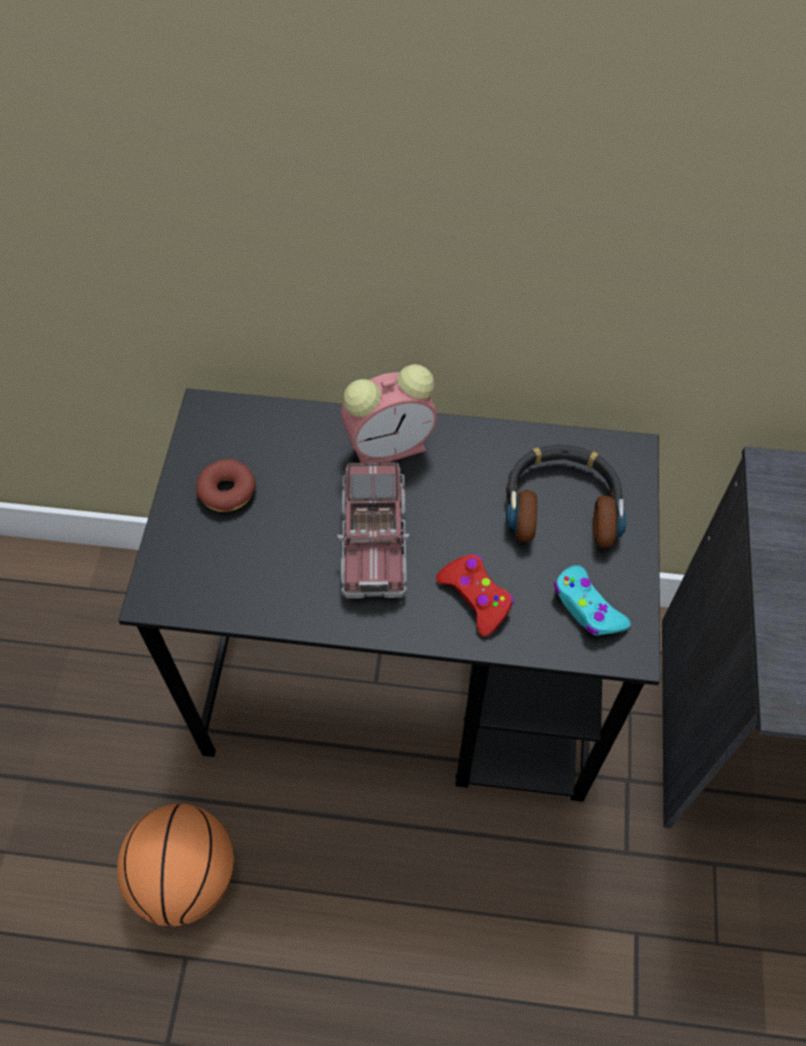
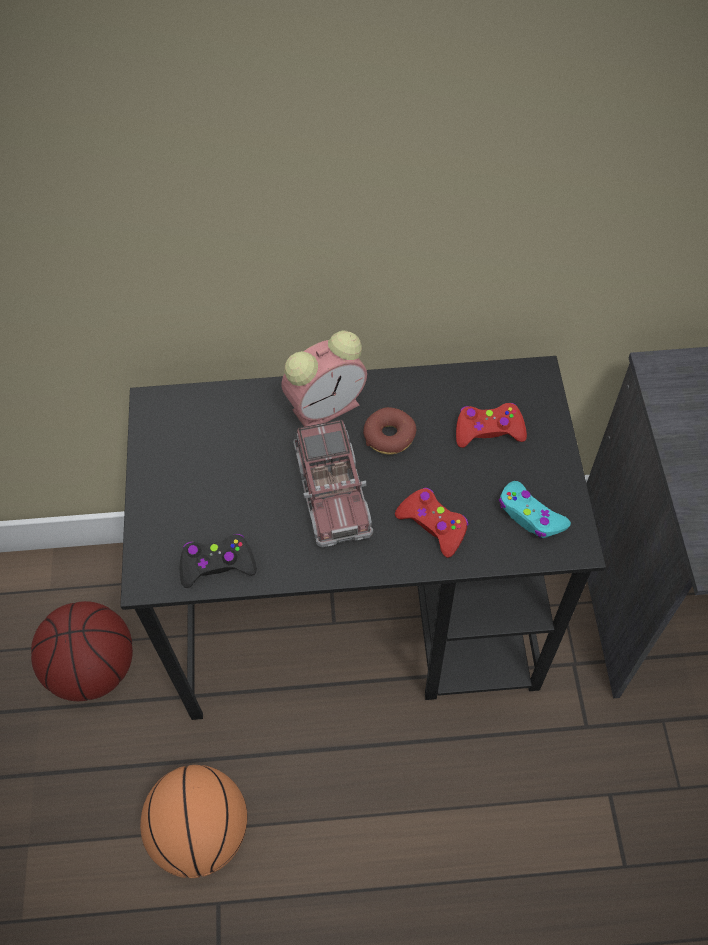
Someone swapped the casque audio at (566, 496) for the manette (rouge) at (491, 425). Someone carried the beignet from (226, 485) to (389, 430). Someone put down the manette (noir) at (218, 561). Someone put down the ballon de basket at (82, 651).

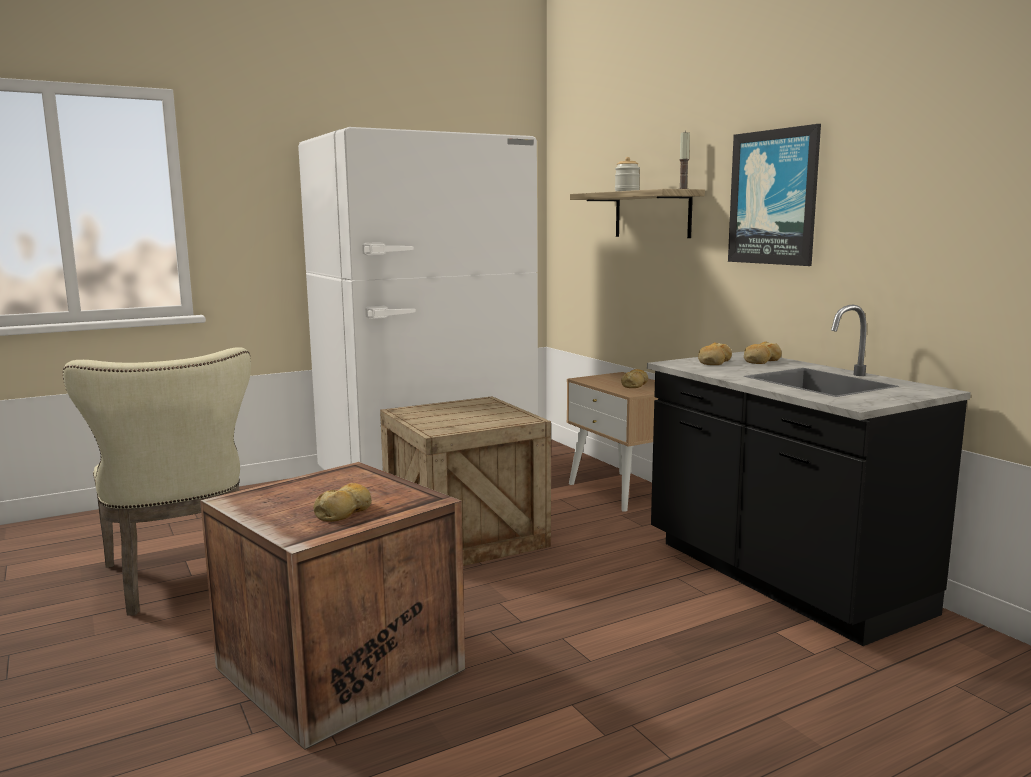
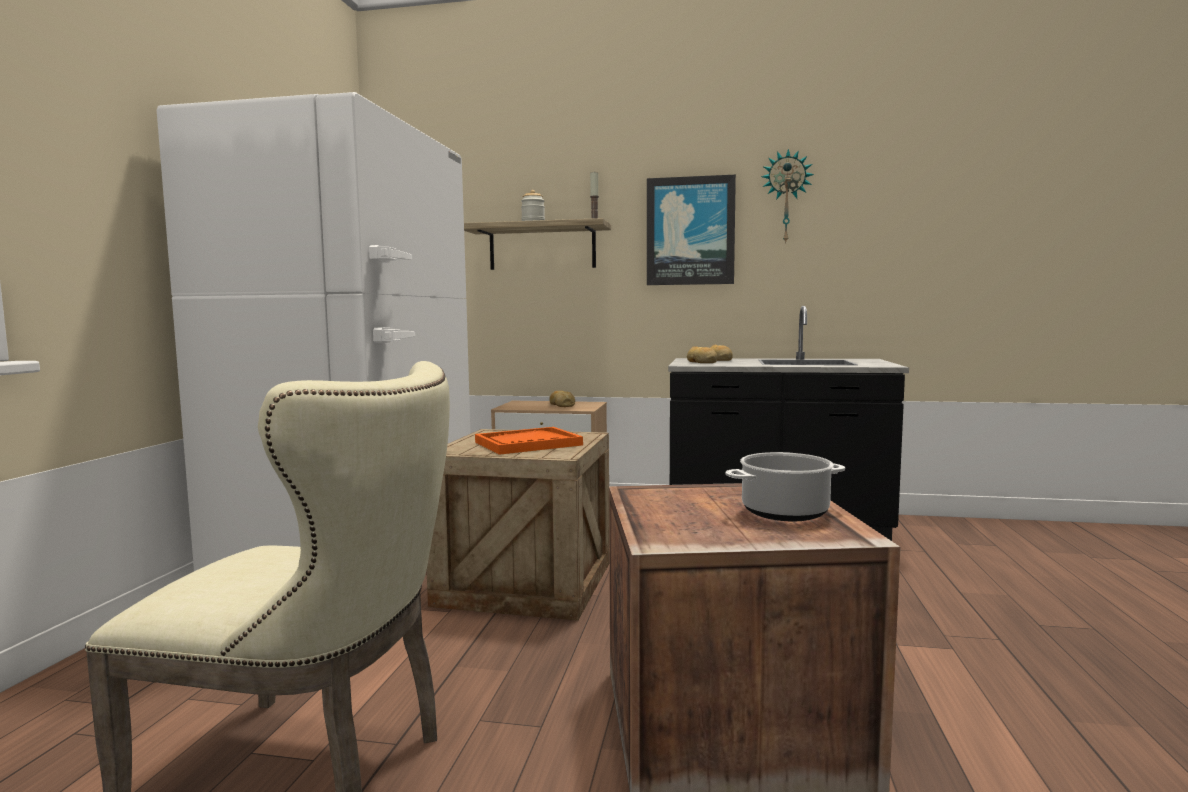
Someone swapped the pain at (343, 502) for the marmite at (785, 486). Someone put up the horloge murale at (787, 196). Someone put down the plateau (orange) at (529, 441).

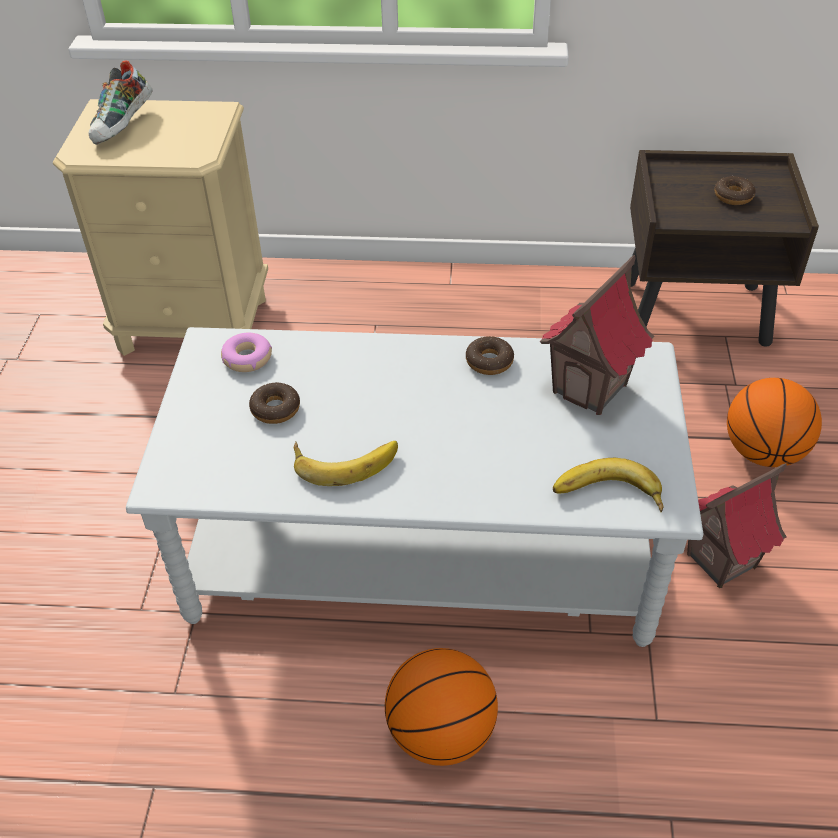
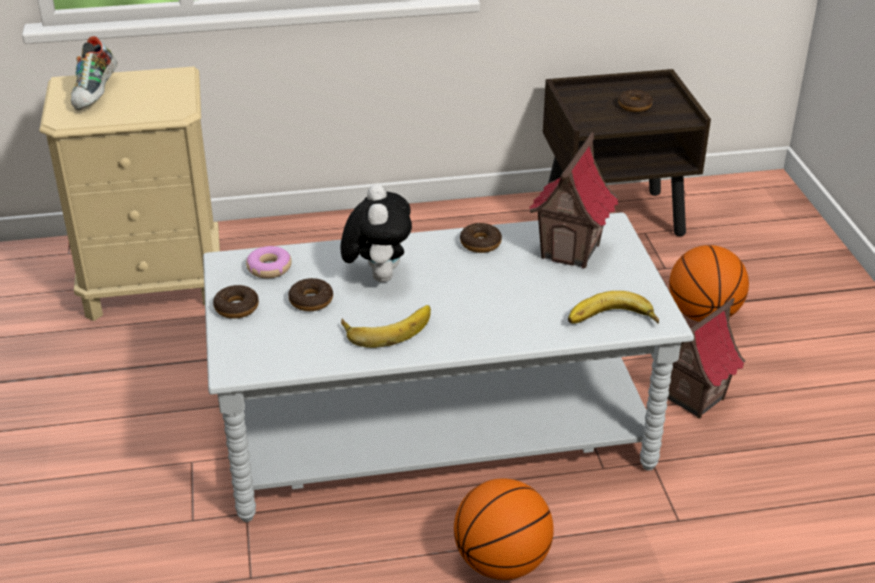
Someone put down the peluche at (376, 233). Someone put down the beignet at (236, 302).

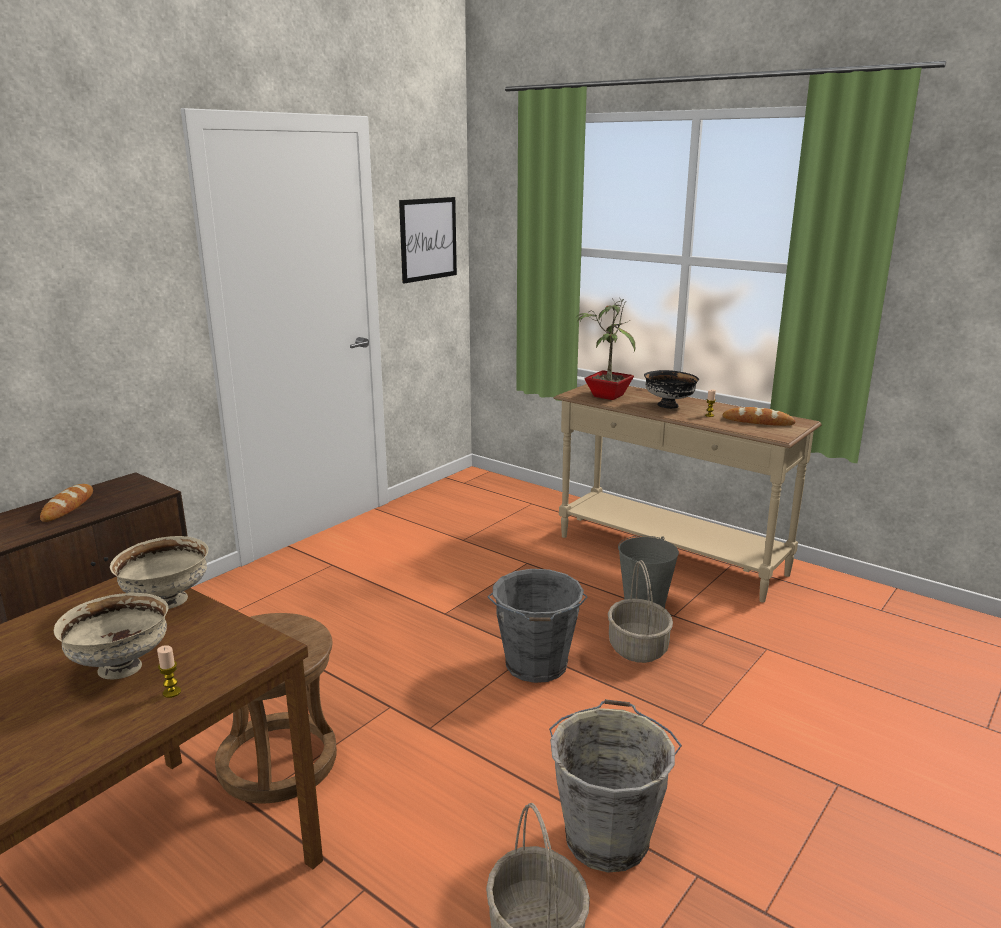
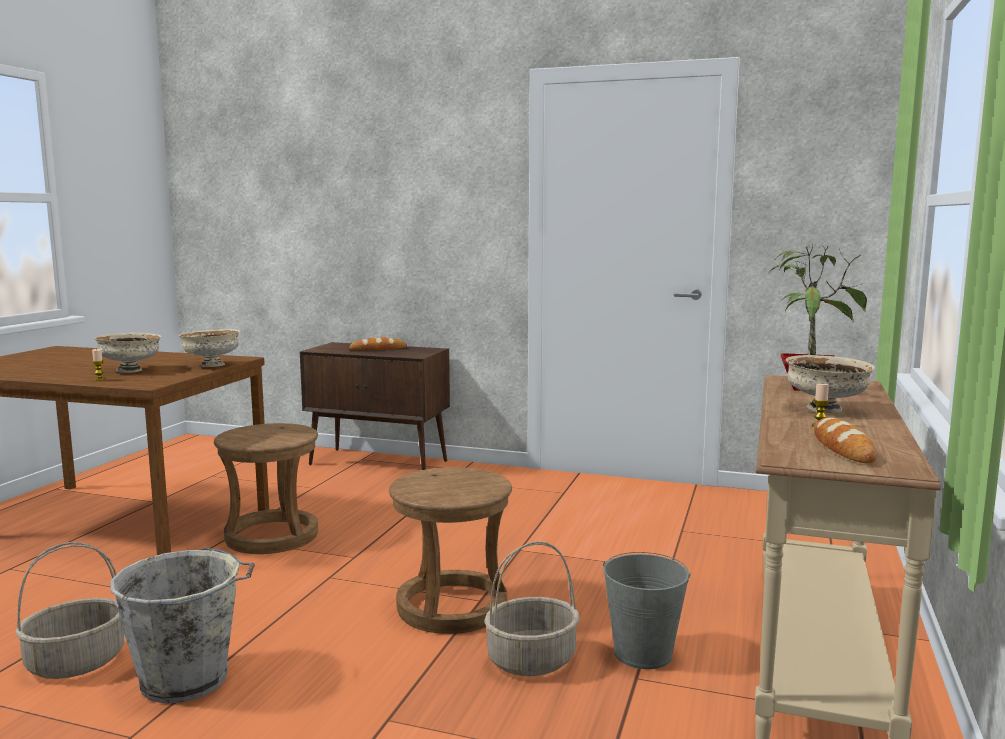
Someone took away the tableau at (428, 240). Someone repainted the bol (noir) at (671, 389), which became the bol (beige) at (830, 384). Someone swapped the seau (gris) at (538, 626) for the tabouret (marron) at (450, 550).

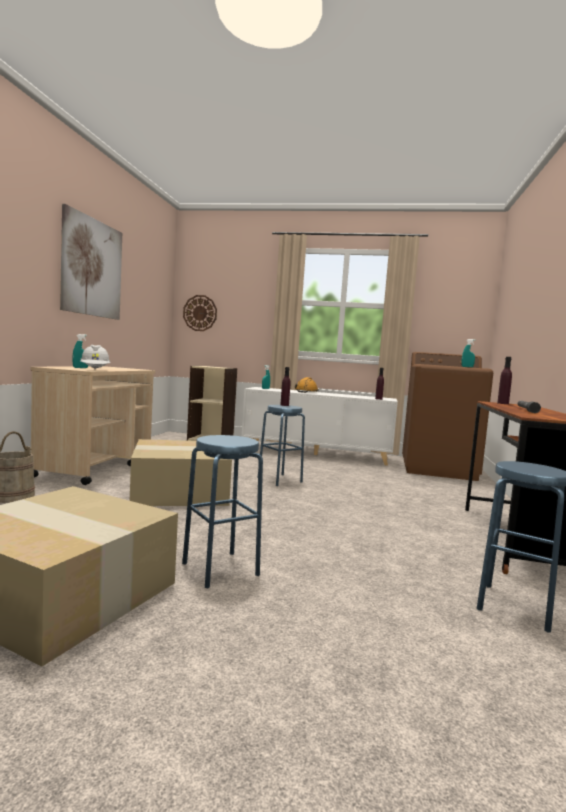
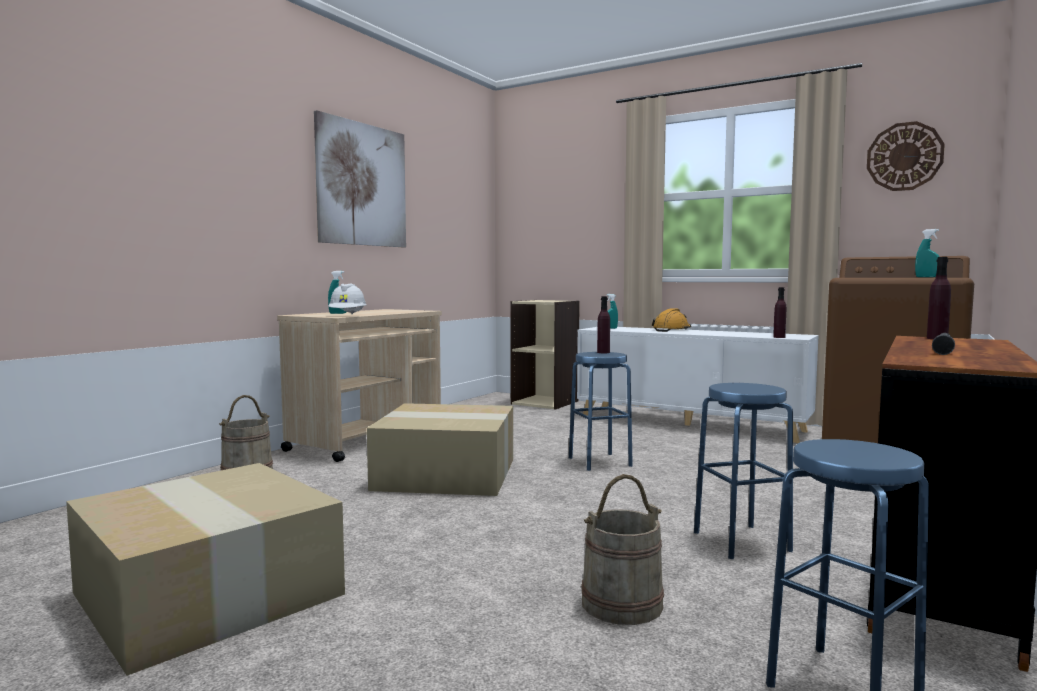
Someone carried the horloge murale from (200, 313) to (906, 156). Someone carried the tabouret (bleu) from (222, 511) to (743, 471). Someone put down the seau (beige) at (622, 549).

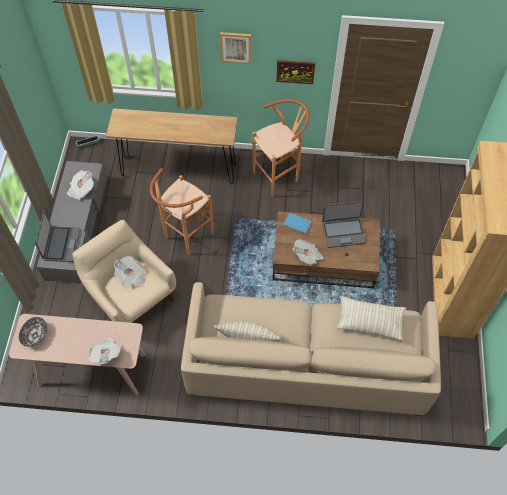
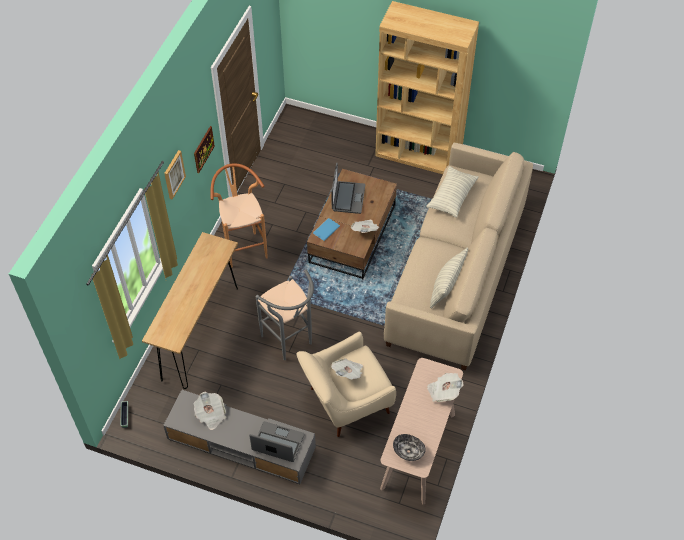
Someone repainted the tabouret (marron) at (182, 211), which became the tabouret (gris) at (285, 315).

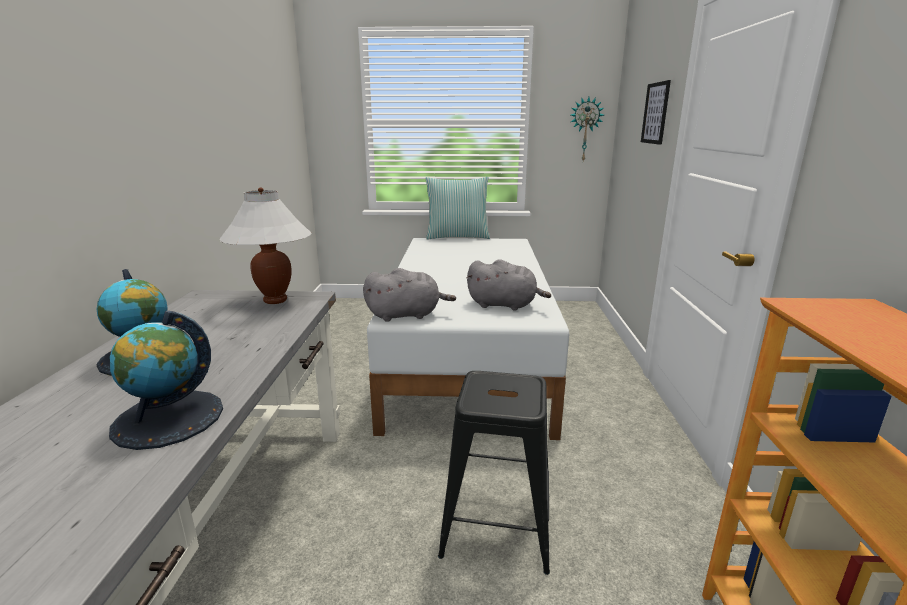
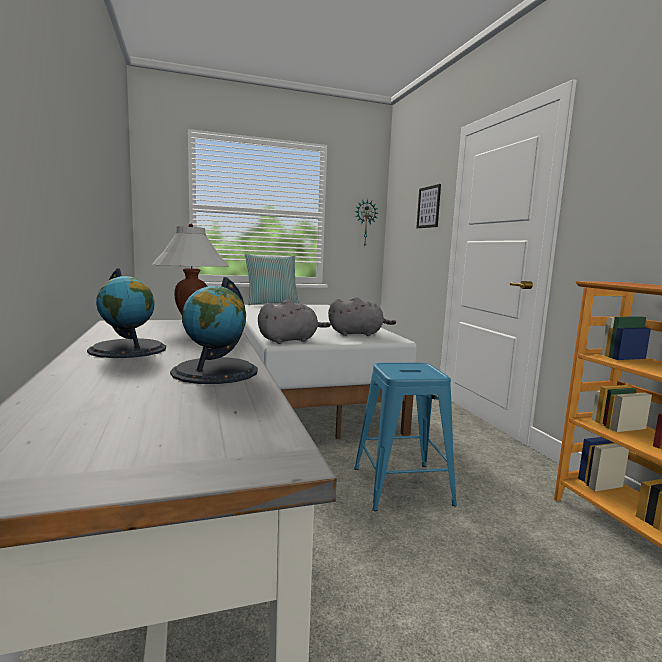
Someone repainted the tabouret (noir) at (494, 473), which became the tabouret (bleu) at (405, 437).

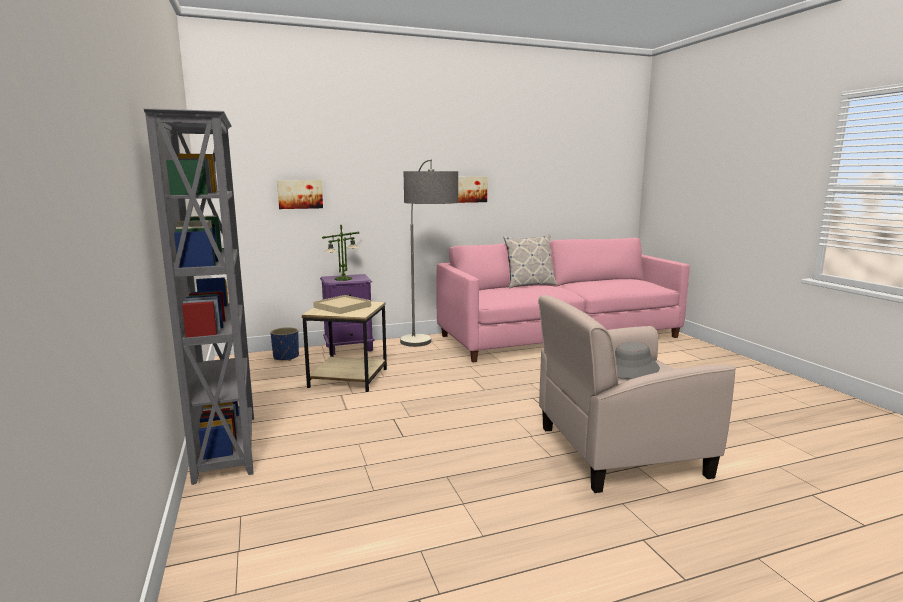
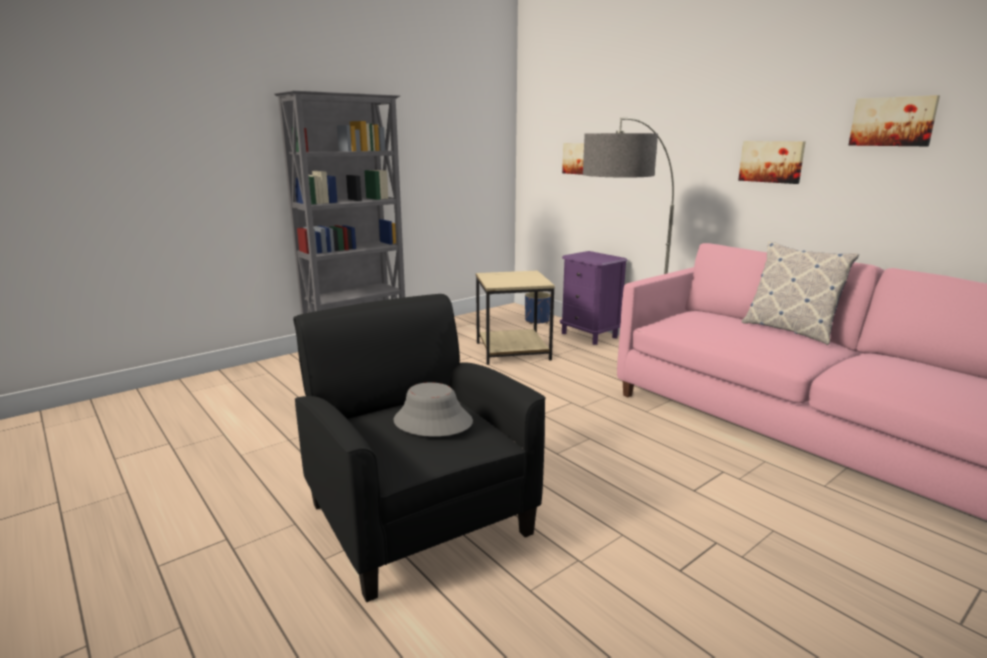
Someone took away the lampe de table at (341, 252). Someone took away the plateau (beige) at (342, 304). Someone repainted the fauteuil (beige) at (637, 394), which became the fauteuil (noir) at (419, 448). Someone put up the tableau at (894, 120).

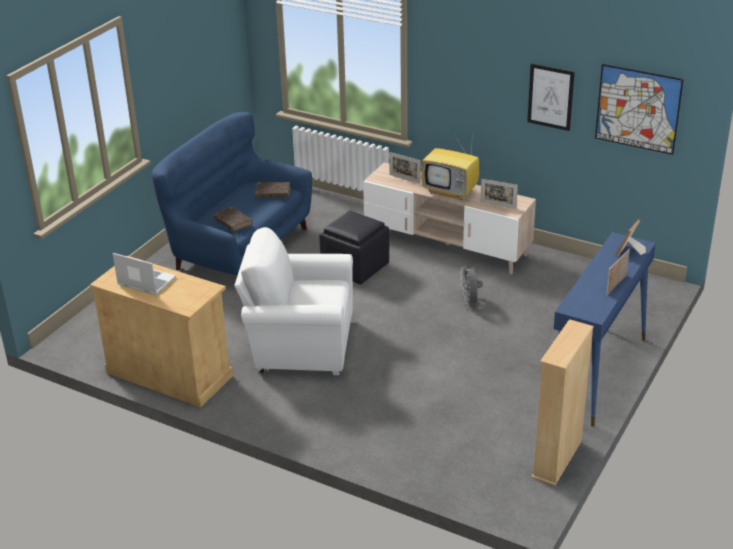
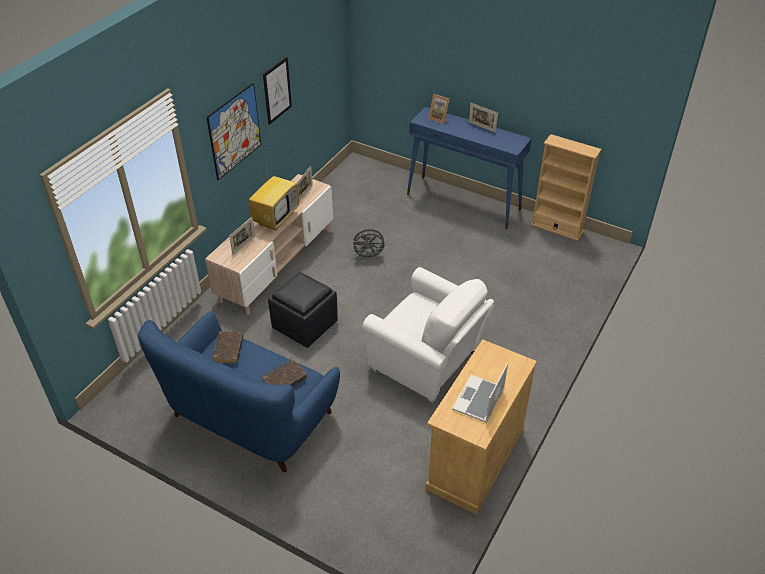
Someone carried the tableau from (639, 109) to (233, 131). Someone rotated the fauteuil (blanc) at (293, 301) by 60 degrees counterclockwise.

